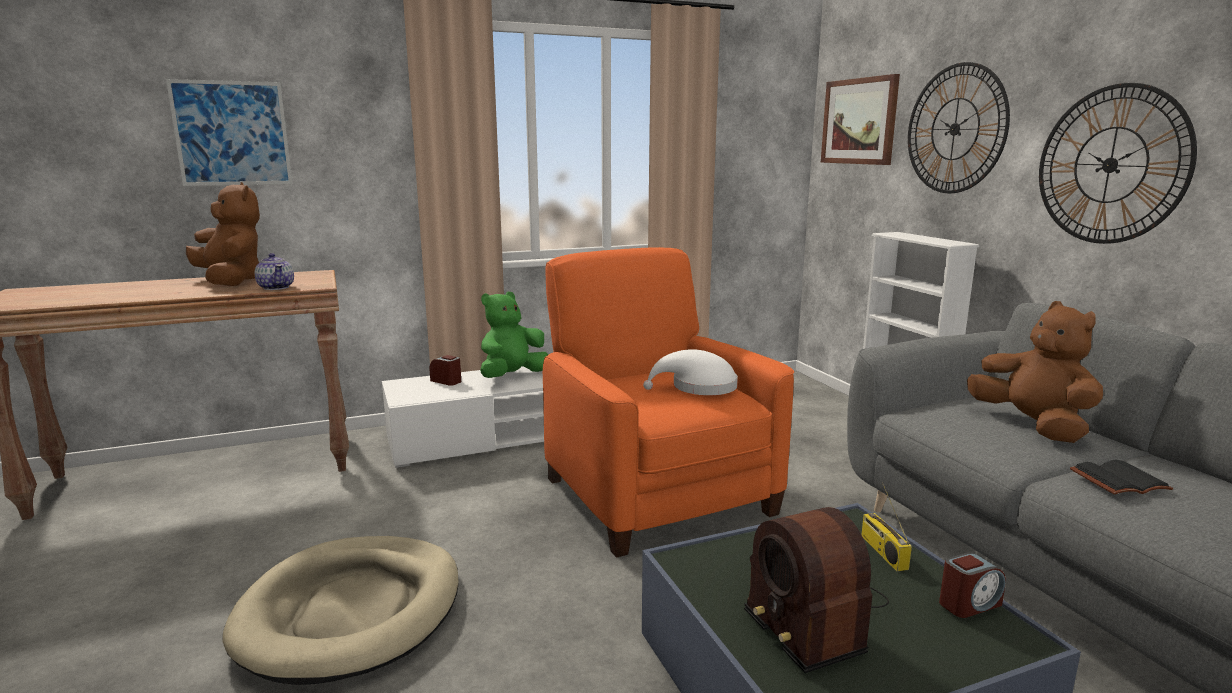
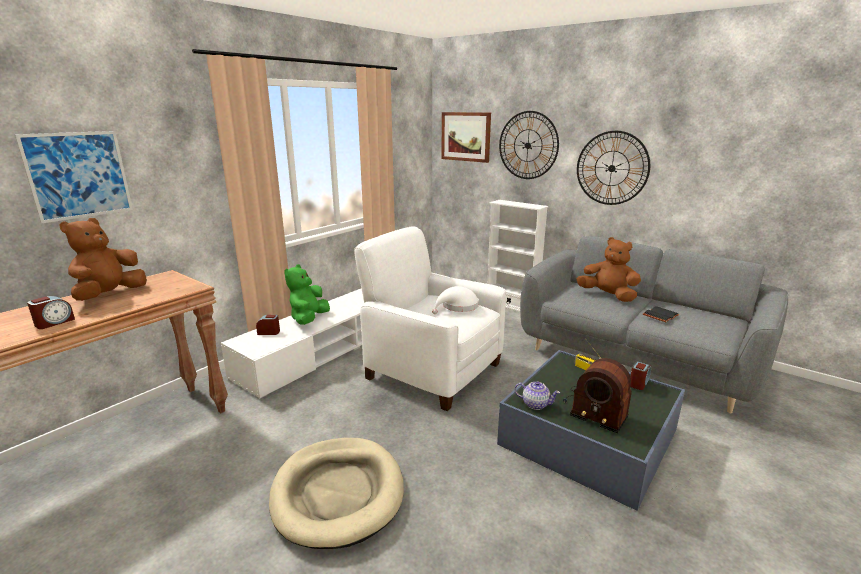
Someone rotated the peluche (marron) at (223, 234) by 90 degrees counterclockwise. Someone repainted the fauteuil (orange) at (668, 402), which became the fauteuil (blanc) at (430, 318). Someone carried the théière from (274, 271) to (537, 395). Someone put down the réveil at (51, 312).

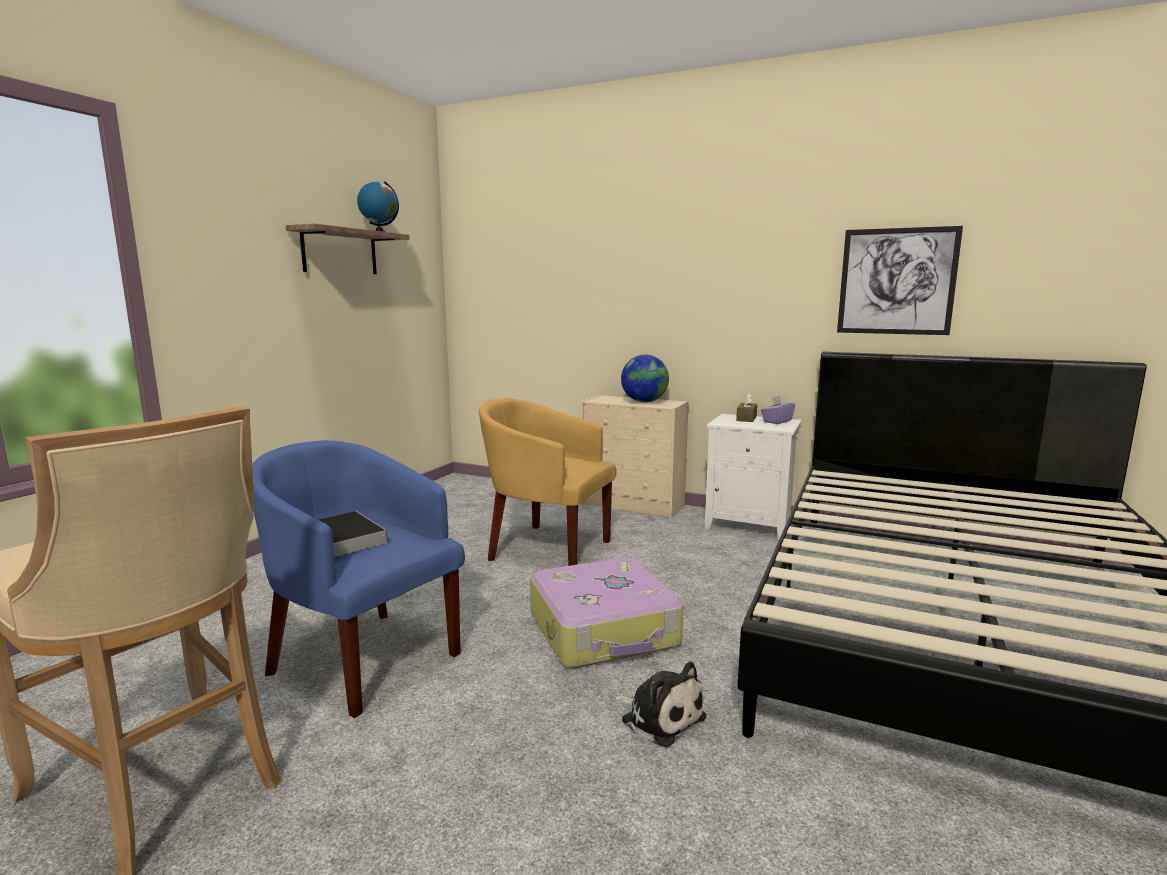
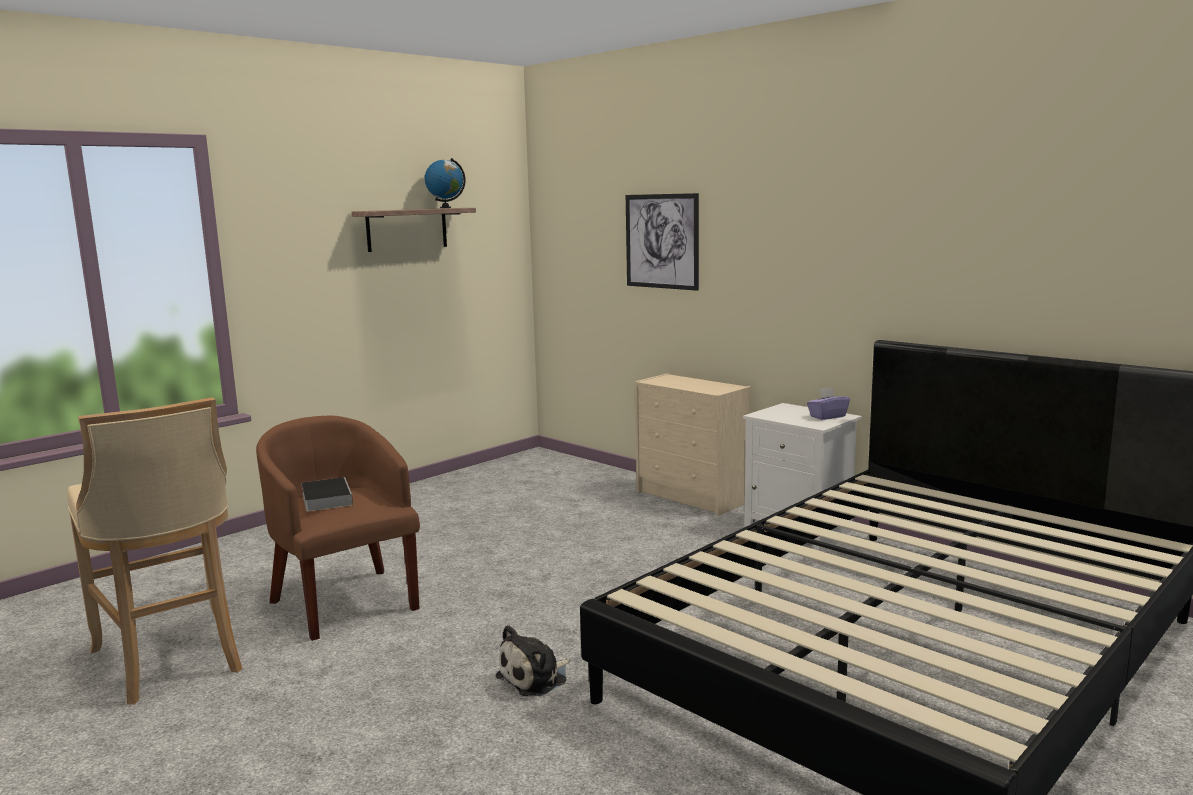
Someone carried the tableau from (900, 280) to (662, 242). Someone took away the globe at (645, 379). Someone took away the boîte à mouchoirs (marron) at (746, 407). Someone took away the fauteuil (jaune) at (548, 482). Someone repainted the fauteuil (bleu) at (358, 579), which became the fauteuil (marron) at (338, 528). Someone took away the valise at (607, 612). Someone rotated the peluche at (660, 704) by 75 degrees clockwise.

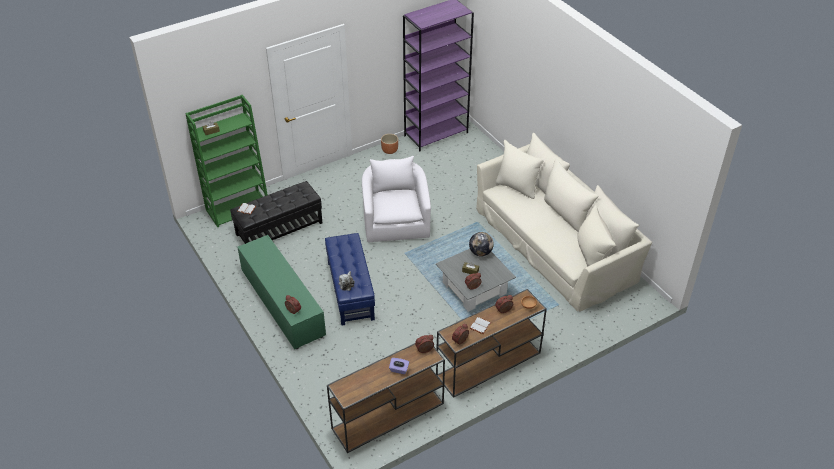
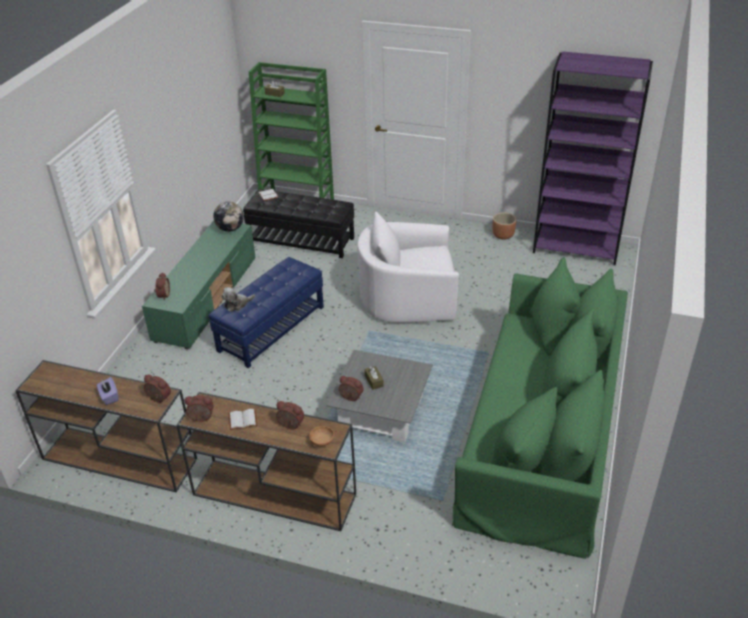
Someone repainted the canapé (beige) at (564, 222), which became the canapé (vert) at (540, 408). Someone rotated the fauteuil (blanc) at (396, 199) by 135 degrees counterclockwise. Someone carried the globe from (481, 244) to (228, 217).

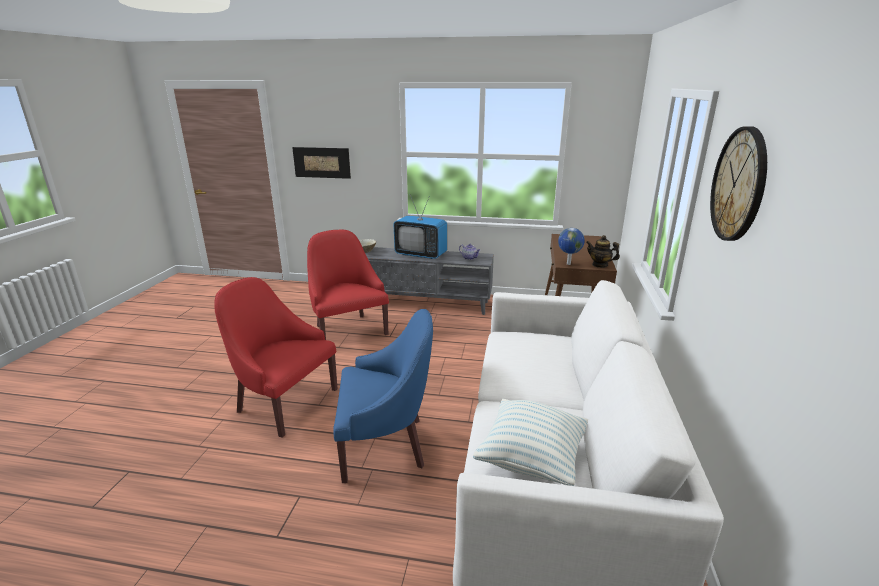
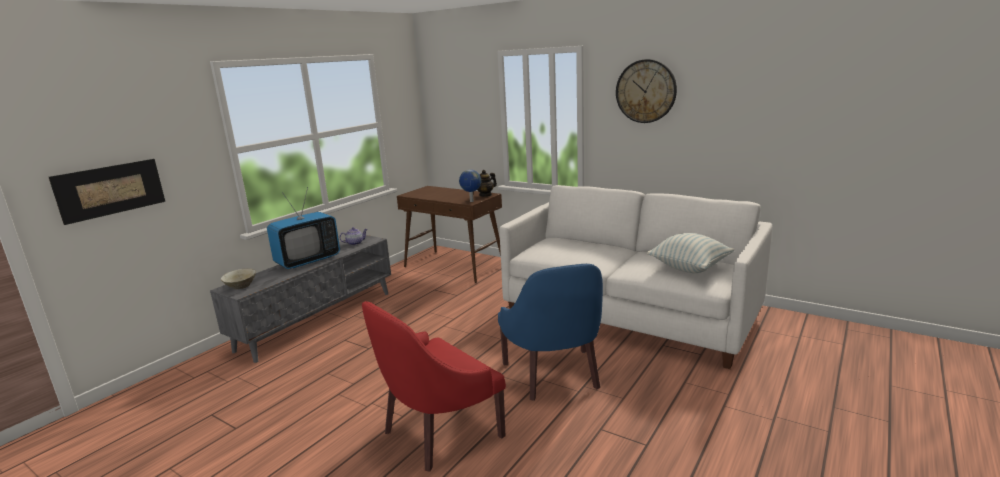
Someone took away the fauteuil (rouge) at (348, 285). Someone rotated the fauteuil (bleu) at (383, 396) by 150 degrees clockwise.

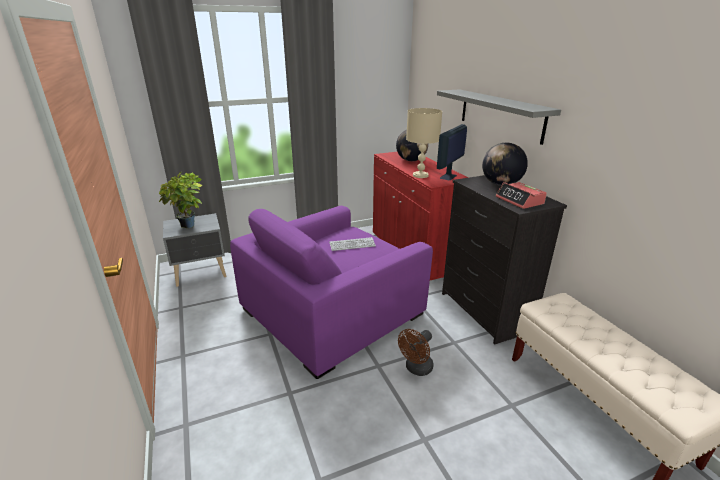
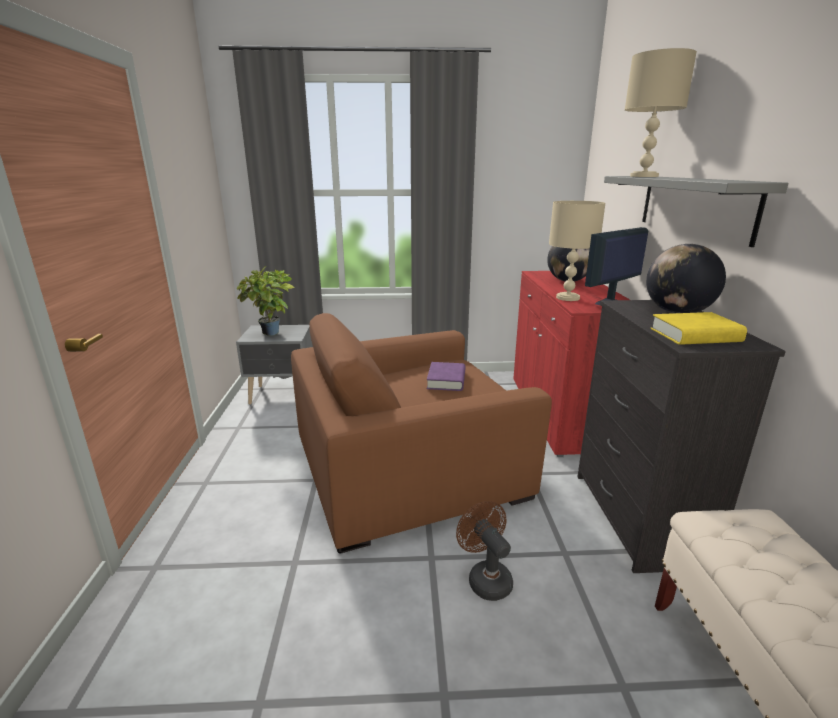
Someone swapped the réveil at (521, 195) for the livre (jaune) at (699, 328). Someone repainted the fauteuil (violet) at (331, 292), which became the fauteuil (marron) at (421, 433). Someone swapped the clavier at (352, 244) for the livre (violet) at (446, 376). Someone rotated the ventilateur (marron) at (416, 352) by 90 degrees clockwise. Someone put down the lampe de table (beige) at (661, 112).

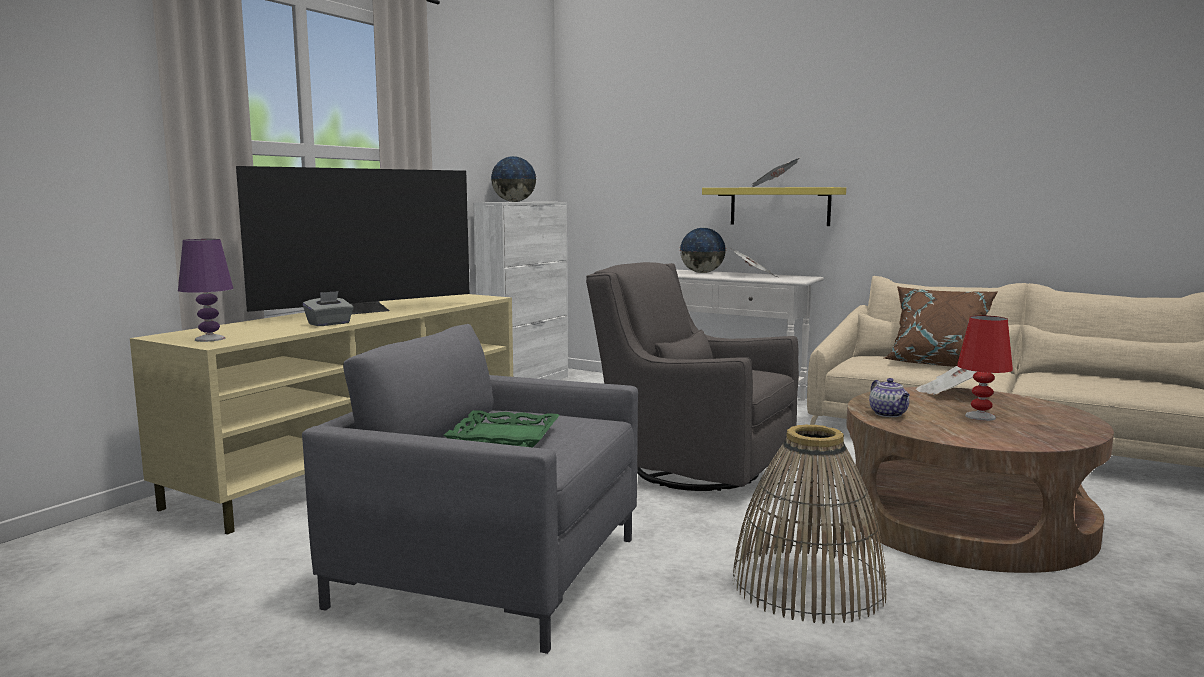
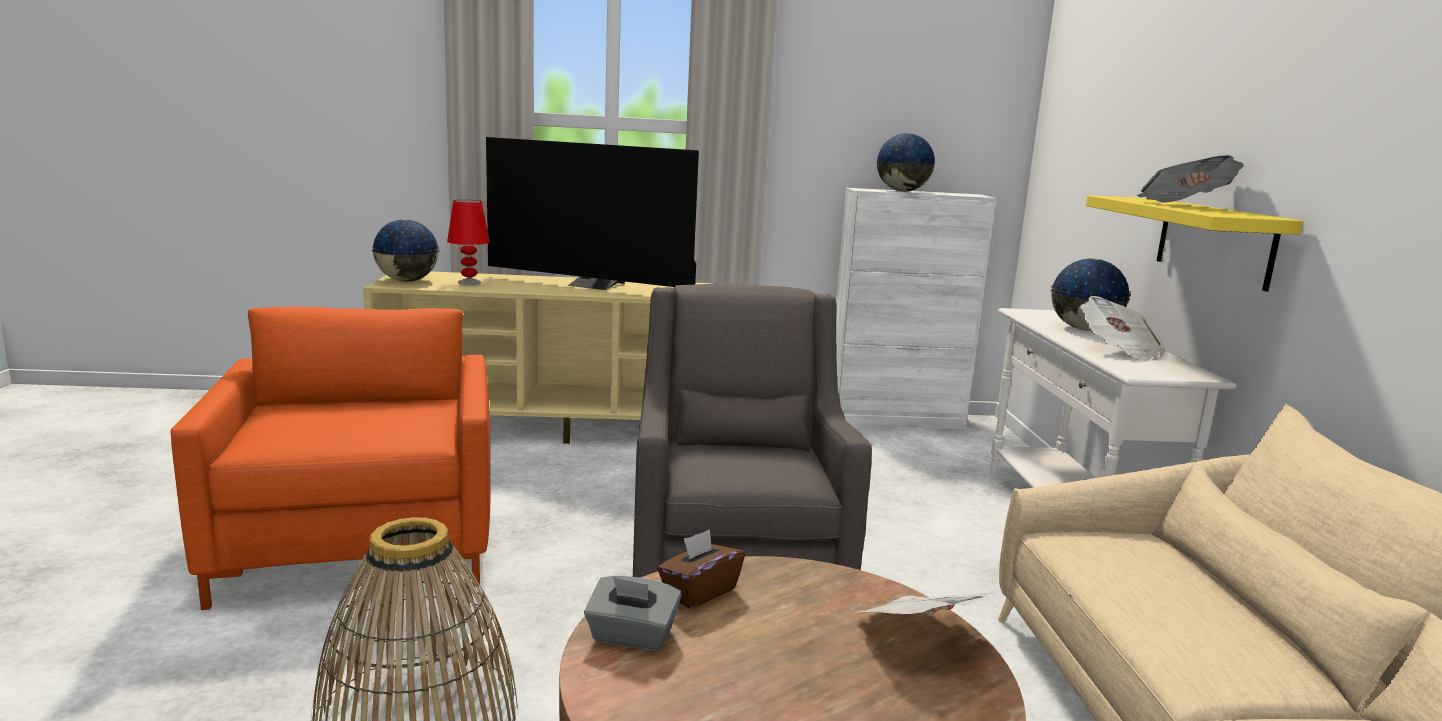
Someone swapped the lampe de table (violet) at (205, 290) for the globe at (406, 250). Someone took away the coussin (marron) at (940, 326). Someone carried the boîte à mouchoirs (gris) from (328, 308) to (632, 613). Someone carried the lampe de table (rouge) from (985, 368) to (468, 242). Someone repainted the fauteuil (gris) at (470, 489), which became the fauteuil (orange) at (331, 458). Someone swapped the théière at (889, 397) for the boîte à mouchoirs (marron) at (701, 569). Someone took away the plateau (vert) at (501, 428).

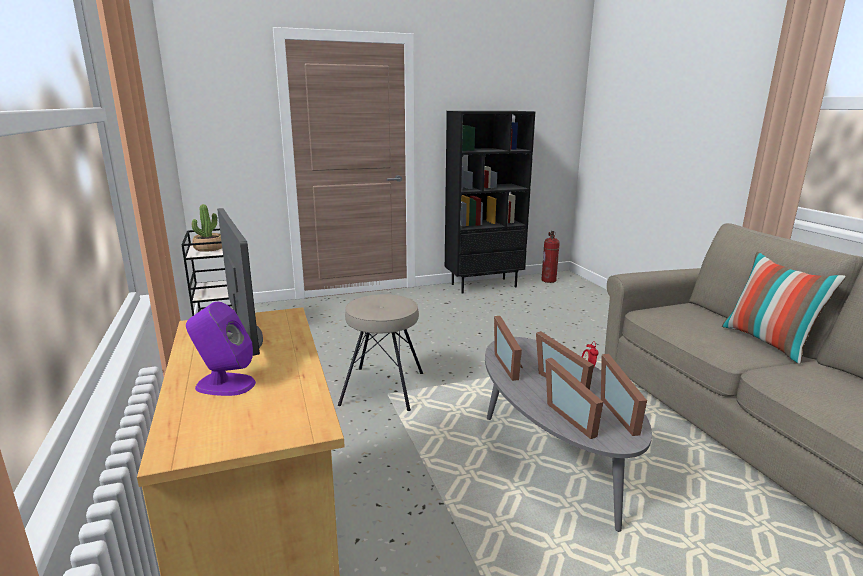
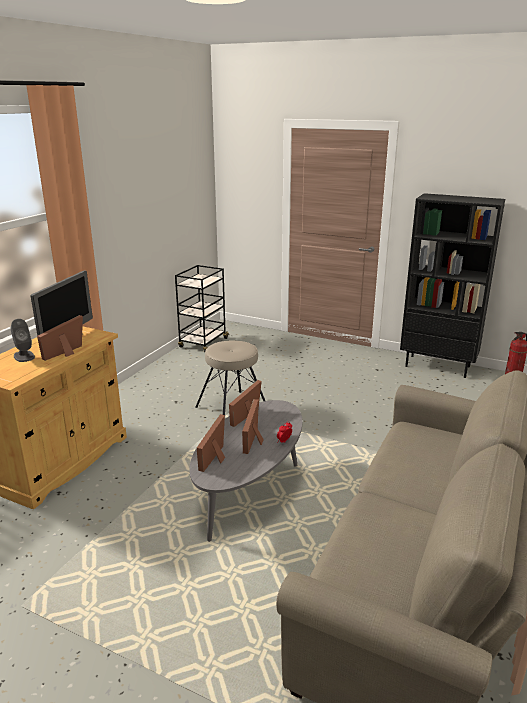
Someone took away the plante en pot at (207, 228). Someone took away the coussin at (784, 308). Someone repainted the enceinte (violet) at (221, 349), which became the enceinte (gris) at (23, 340). Someone carried the cadre photo from (624, 395) to (60, 338).

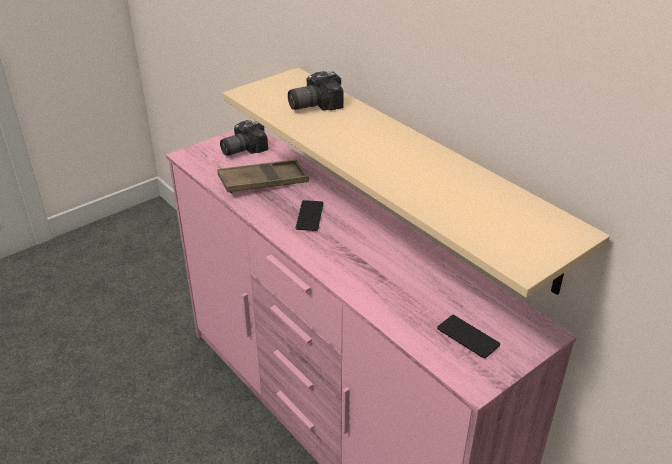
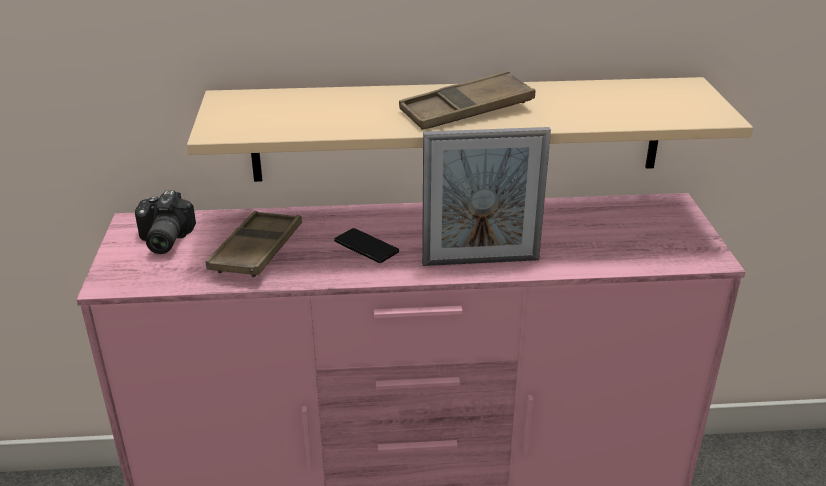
Someone took away the appareil photo at (316, 91). Someone took away the téléphone at (468, 336). Someone put down the plateau (marron) at (467, 100). Someone put down the cadre photo at (486, 196).

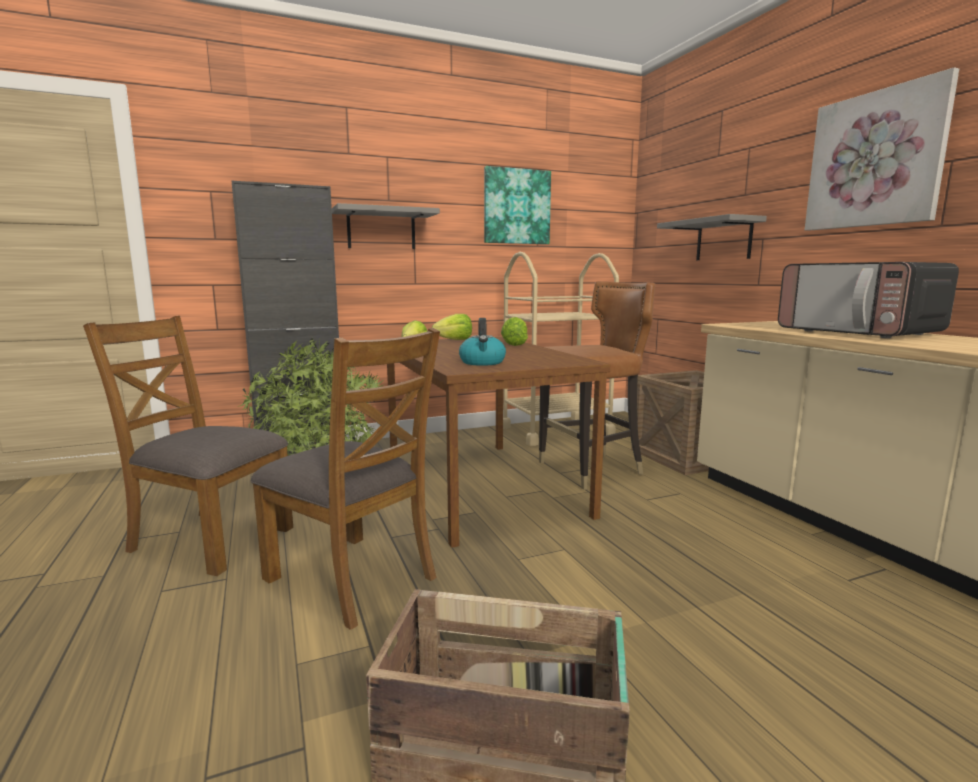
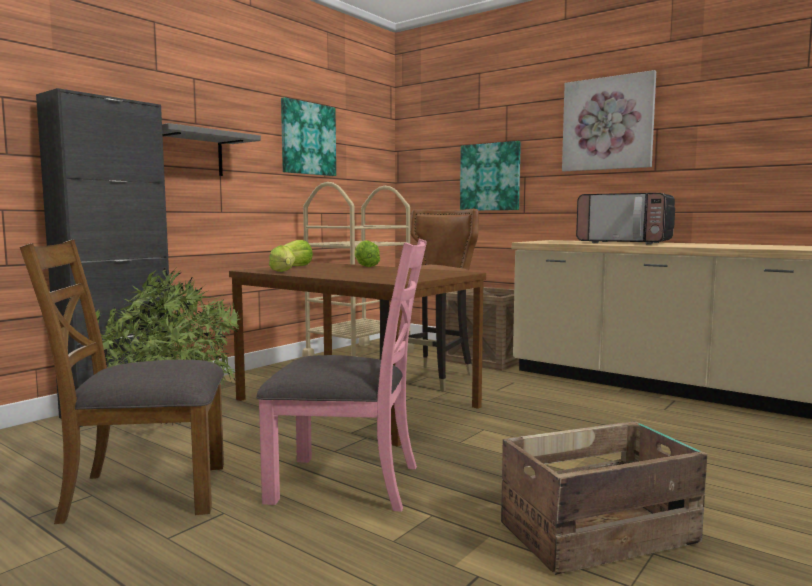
Someone swapped the étagère (gris) at (712, 237) for the tableau at (490, 175). Someone took away the bouilloire at (482, 342). Someone repainted the chaise (marron) at (345, 479), which became the chaise (rose) at (341, 375).

